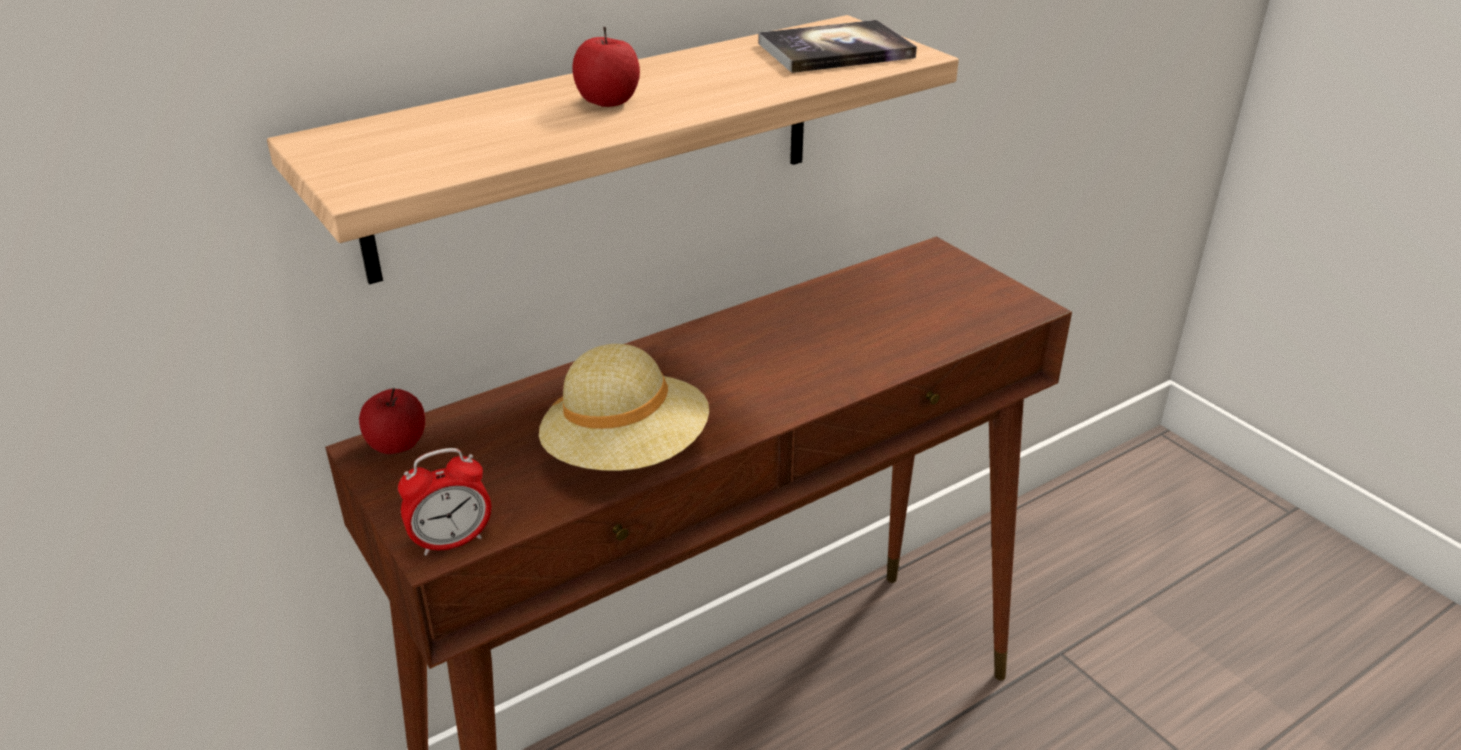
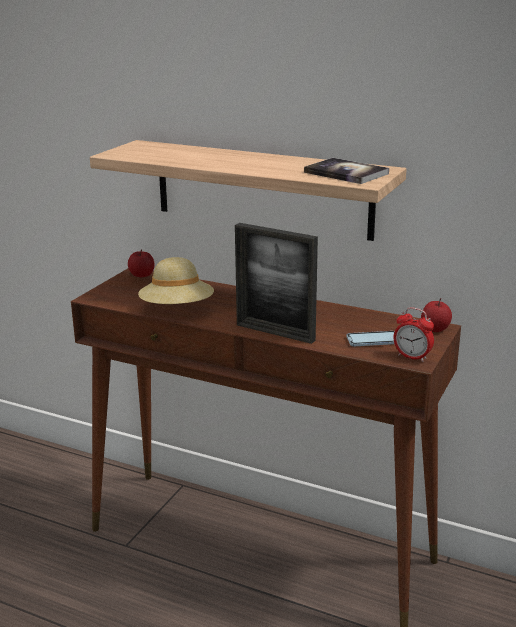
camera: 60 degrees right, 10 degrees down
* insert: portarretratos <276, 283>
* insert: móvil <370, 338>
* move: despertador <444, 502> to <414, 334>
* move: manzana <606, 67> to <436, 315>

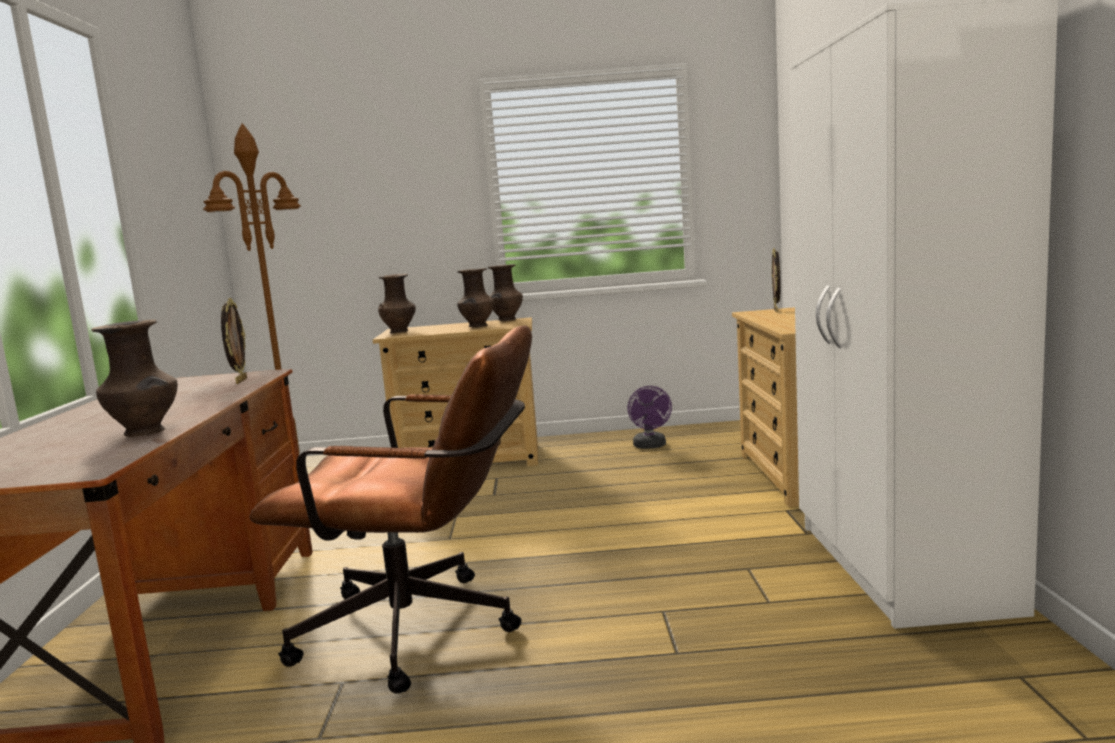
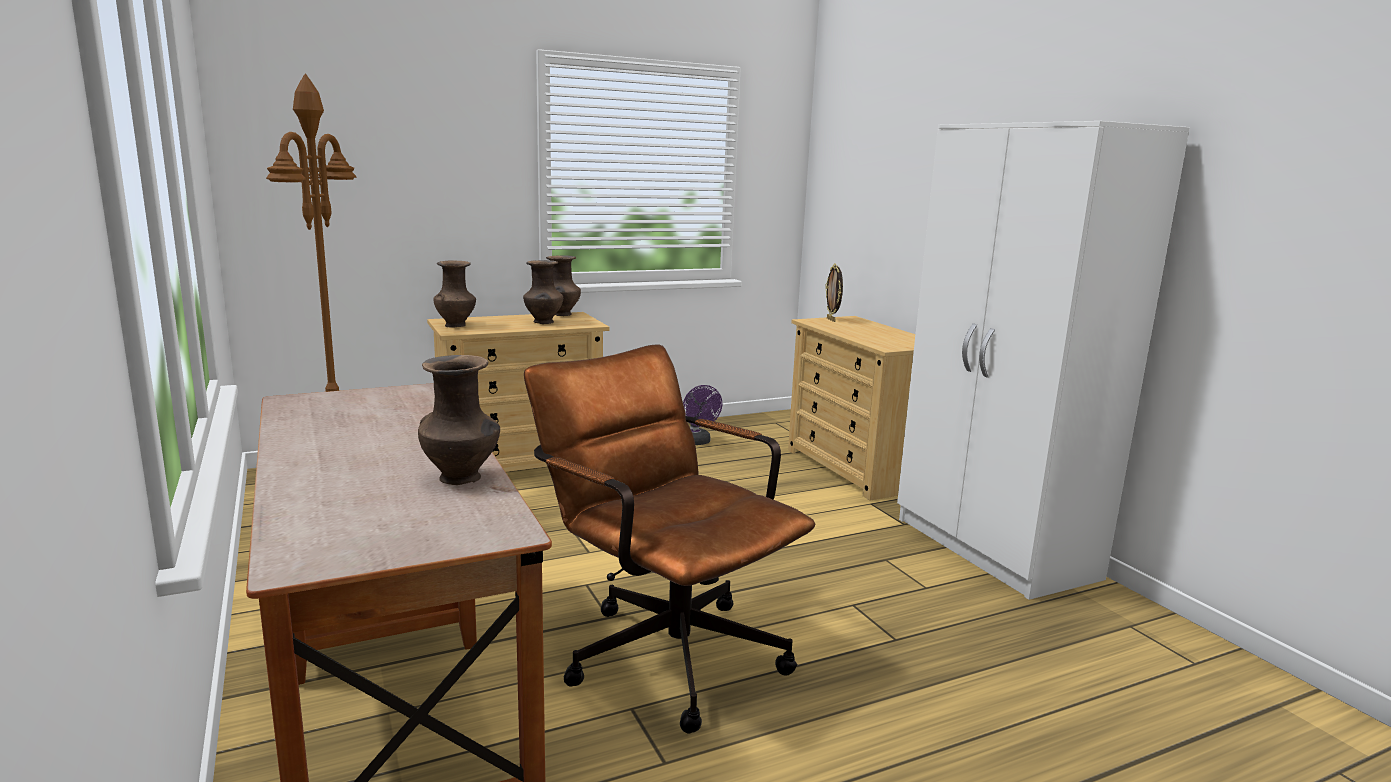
camera: 25 degrees left, 5 degrees up
* rotate: silla de oficina [marrón] <390, 509> = <669, 539> 120 degrees counterclockwise
* delete: portarretratos <234, 341>

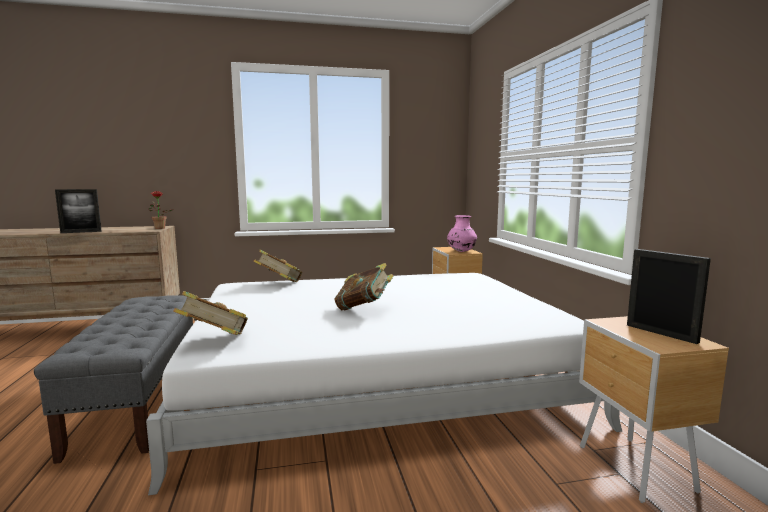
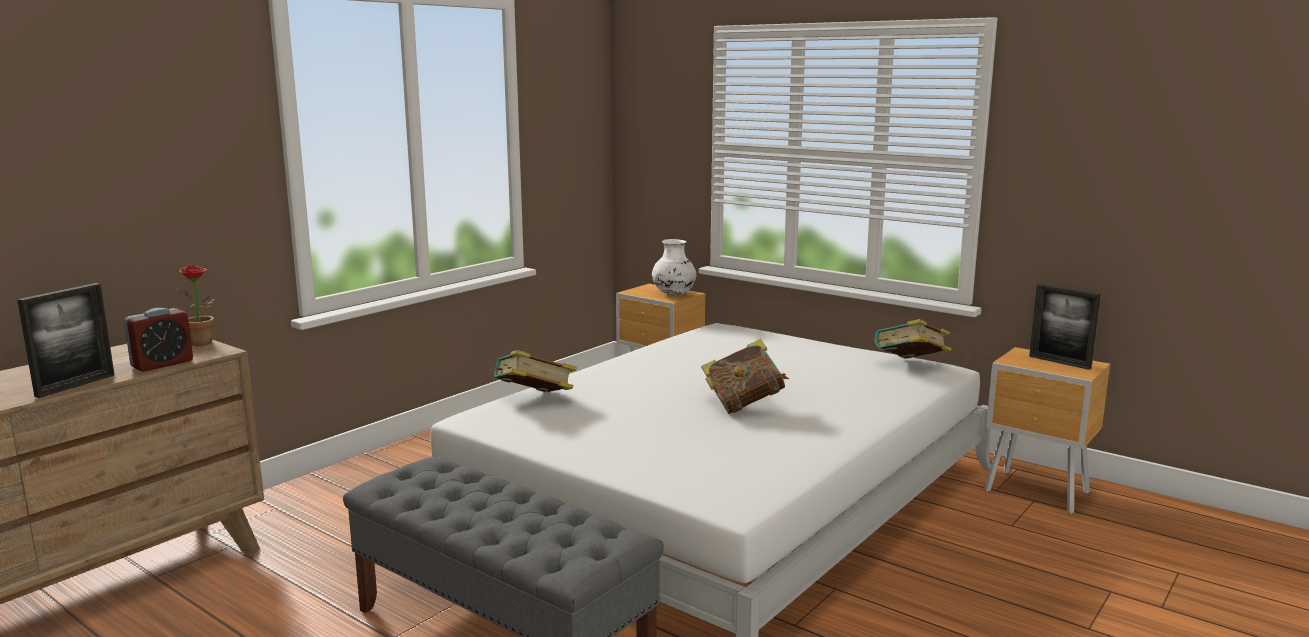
camera: 40 degrees left, 5 degrees up
* insert: despertador <158, 340>
* recolor: florero [rosa] <462, 233> to florero [blanco] <674, 267>
* move: libro <210, 313> to <912, 339>
* rotate: portarretratos <669, 296> = <1065, 327> 150 degrees counterclockwise

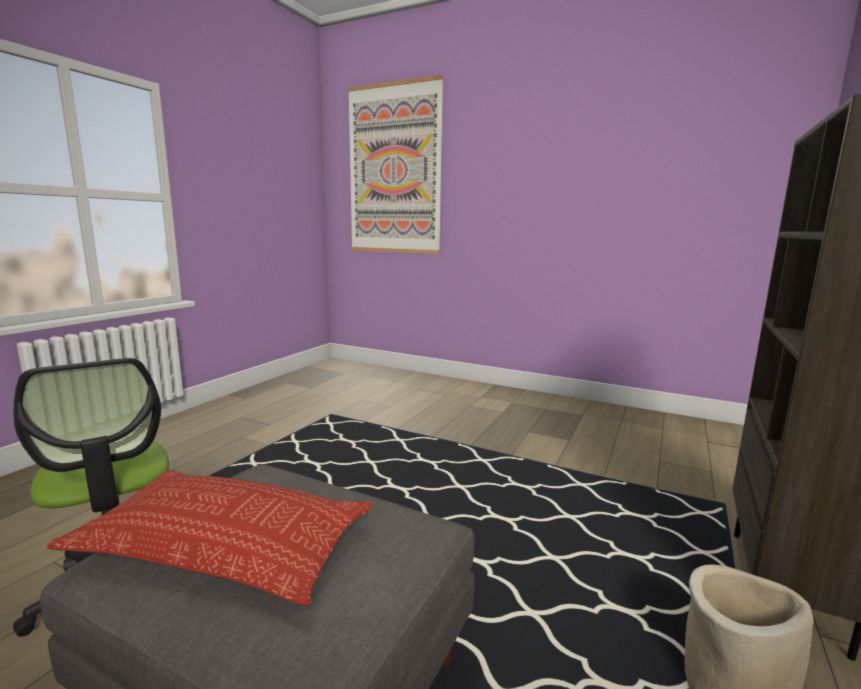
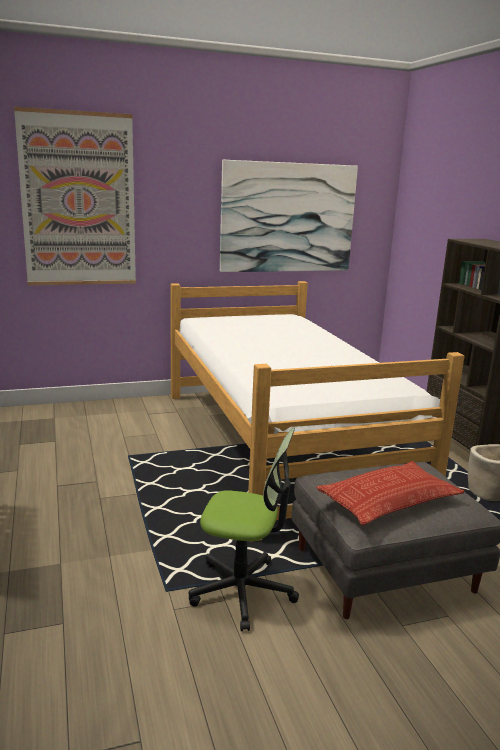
camera: 45 degrees left, 5 degrees up
* insert: cama <317, 411>
* insert: cuadro <289, 216>

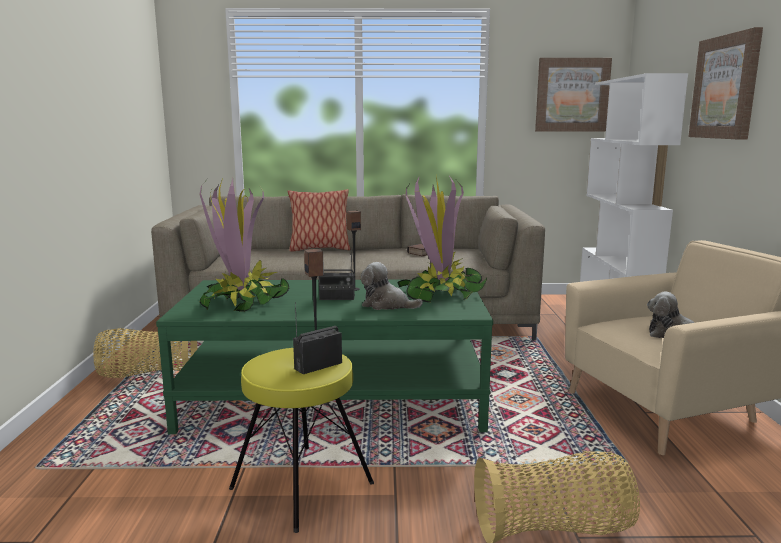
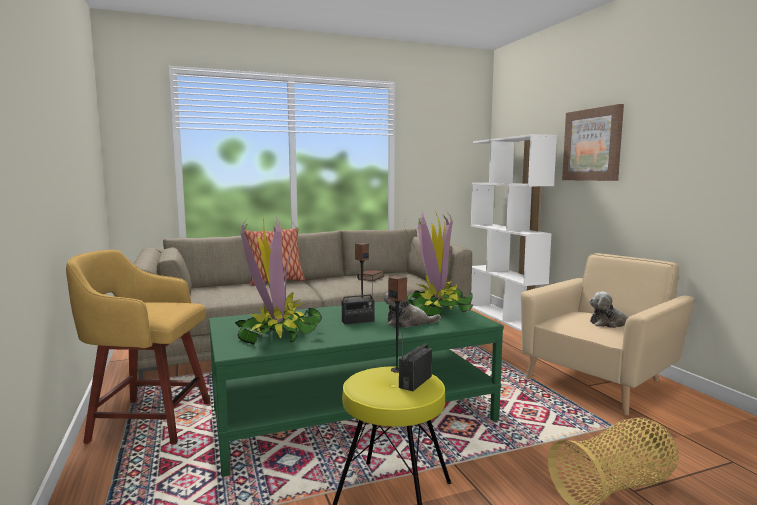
camera: 20 degrees left, 5 degrees down
* replace: cesta <145, 353> to taburete [amarillo] <138, 347>
* delete: cuadro <573, 94>

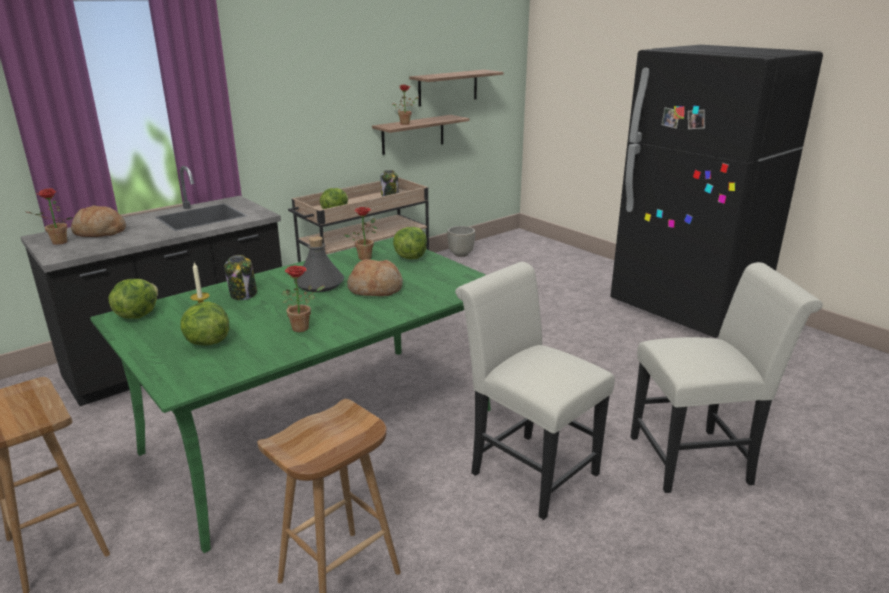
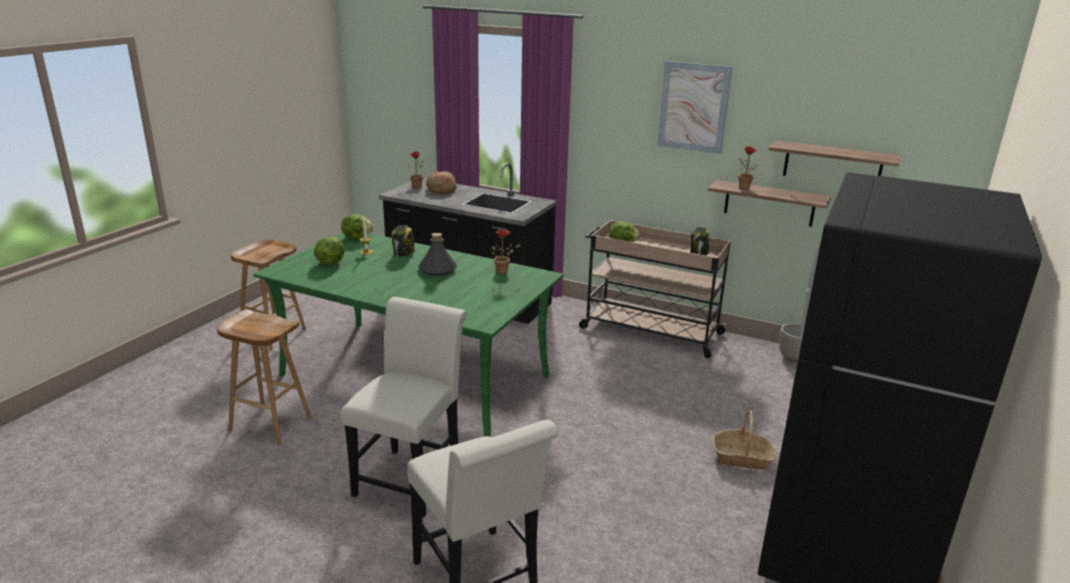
camera: 65 degrees right, 0 degrees up
* insert: cuadro <694, 107>
* insert: cesta <744, 440>
* delete: planta en maceta <304, 299>
* delete: pan <375, 277>
* delete: lechuga <410, 243>

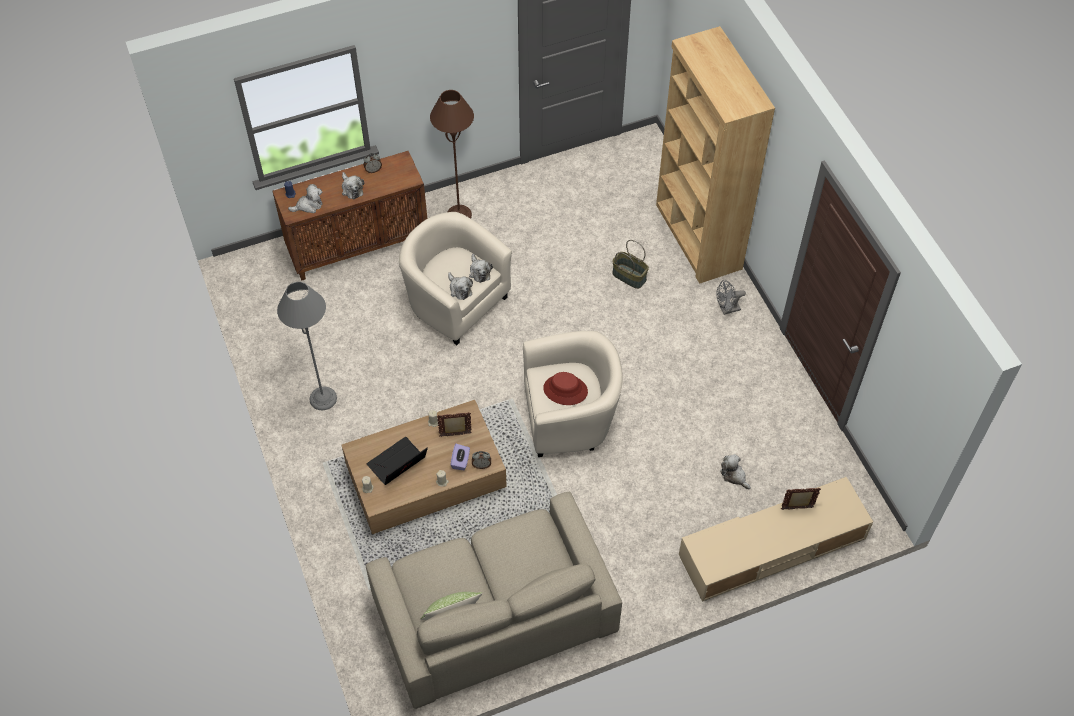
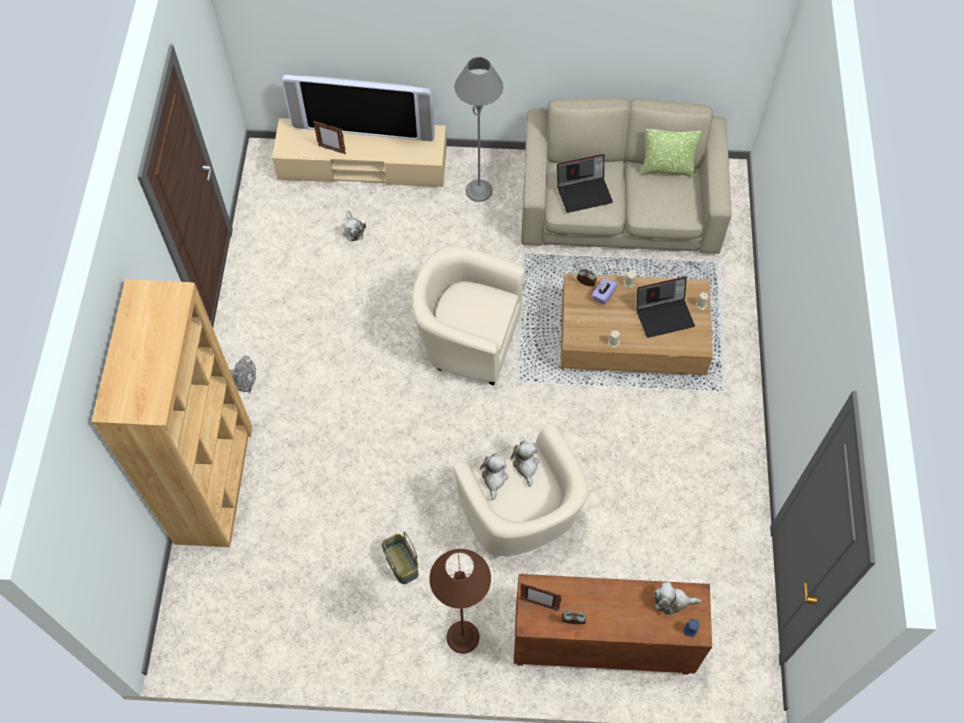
camera: 155 degrees left, 5 degrees up
* insert: televisor <358, 108>
* move: cesta <630, 264> to <400, 558>
* move: lámpara de pie [gris] <307, 346> to <478, 129>
* move: portarretratos <454, 424> to <541, 597>
* insert: portátil <585, 183>
* delete: peluche <353, 185>
* delete: sombrero [rojo] <565, 388>

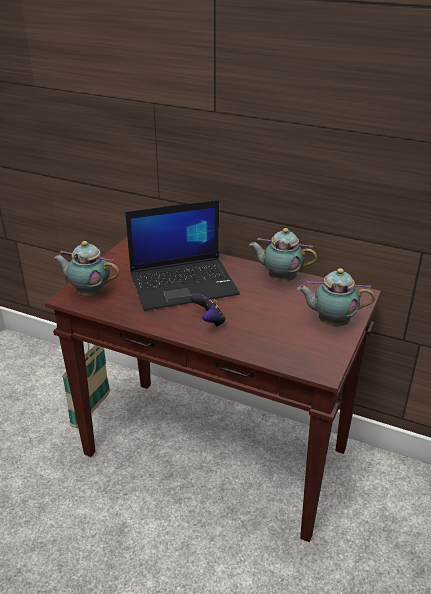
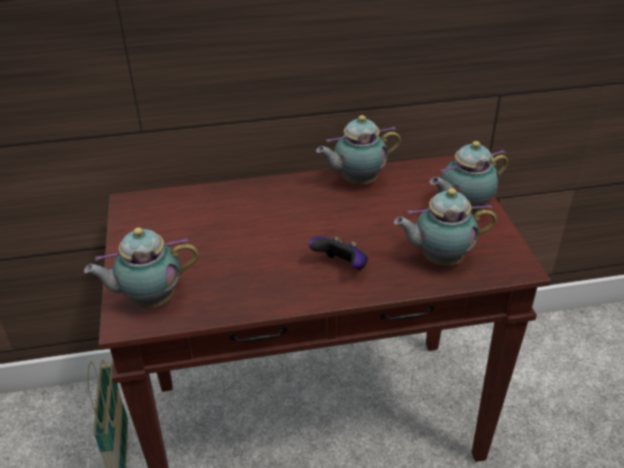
camera: 35 degrees left, 5 degrees up
* insert: tetera <445, 227>
* delete: portátil <182, 255>

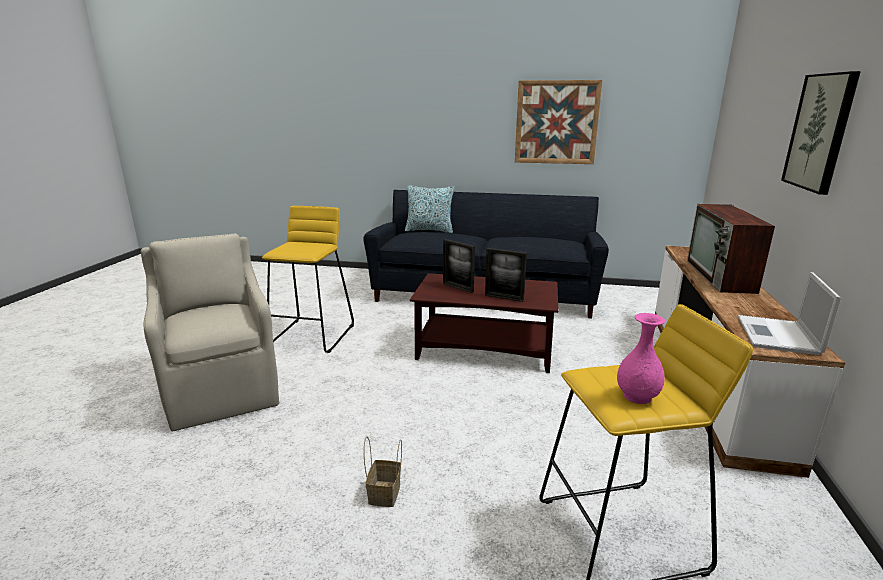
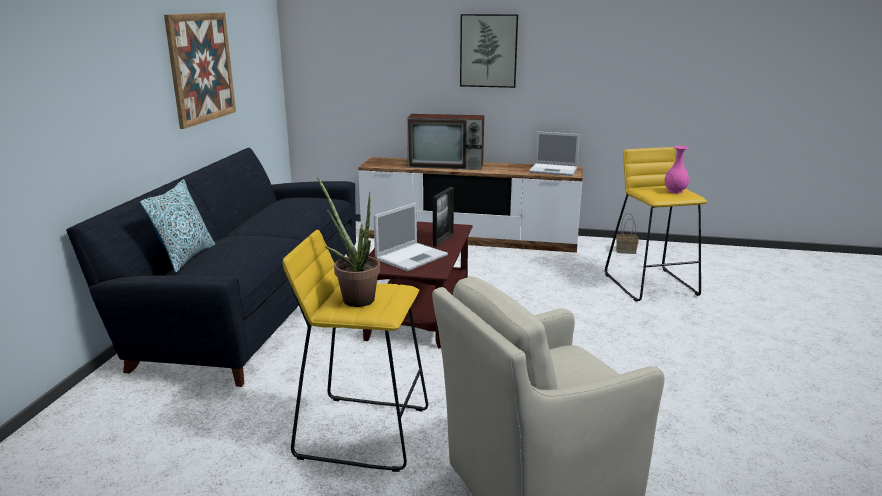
camera: 90 degrees left, 0 degrees up
* insert: planta en maceta <348, 242>
* replace: portarretratos <459, 266> to portátil <410, 237>
* move: cesta <383, 471> to <627, 233>

